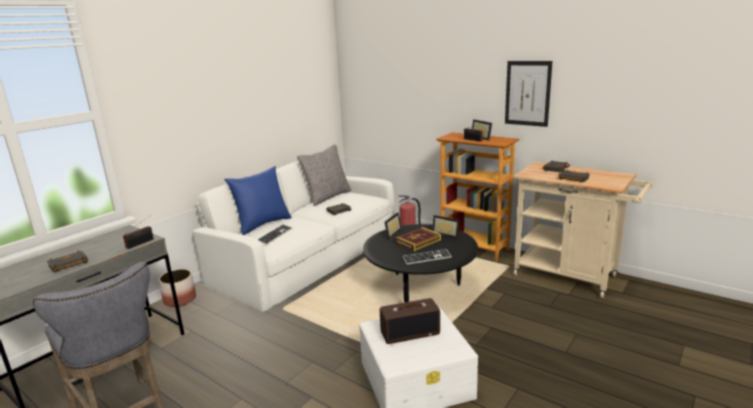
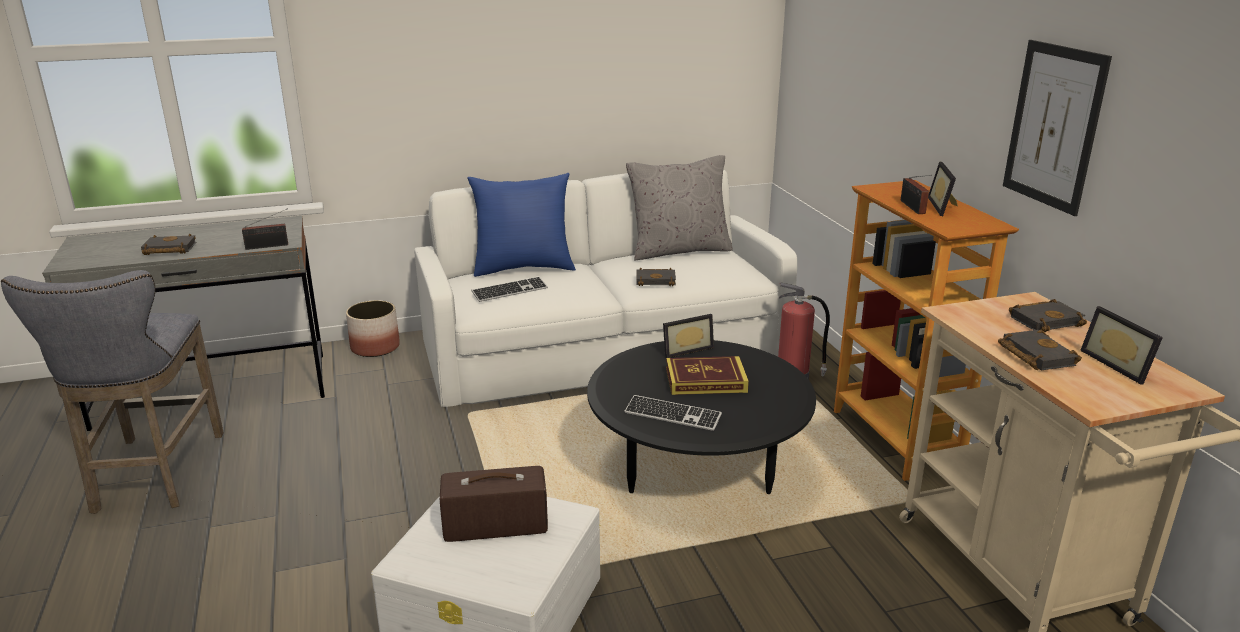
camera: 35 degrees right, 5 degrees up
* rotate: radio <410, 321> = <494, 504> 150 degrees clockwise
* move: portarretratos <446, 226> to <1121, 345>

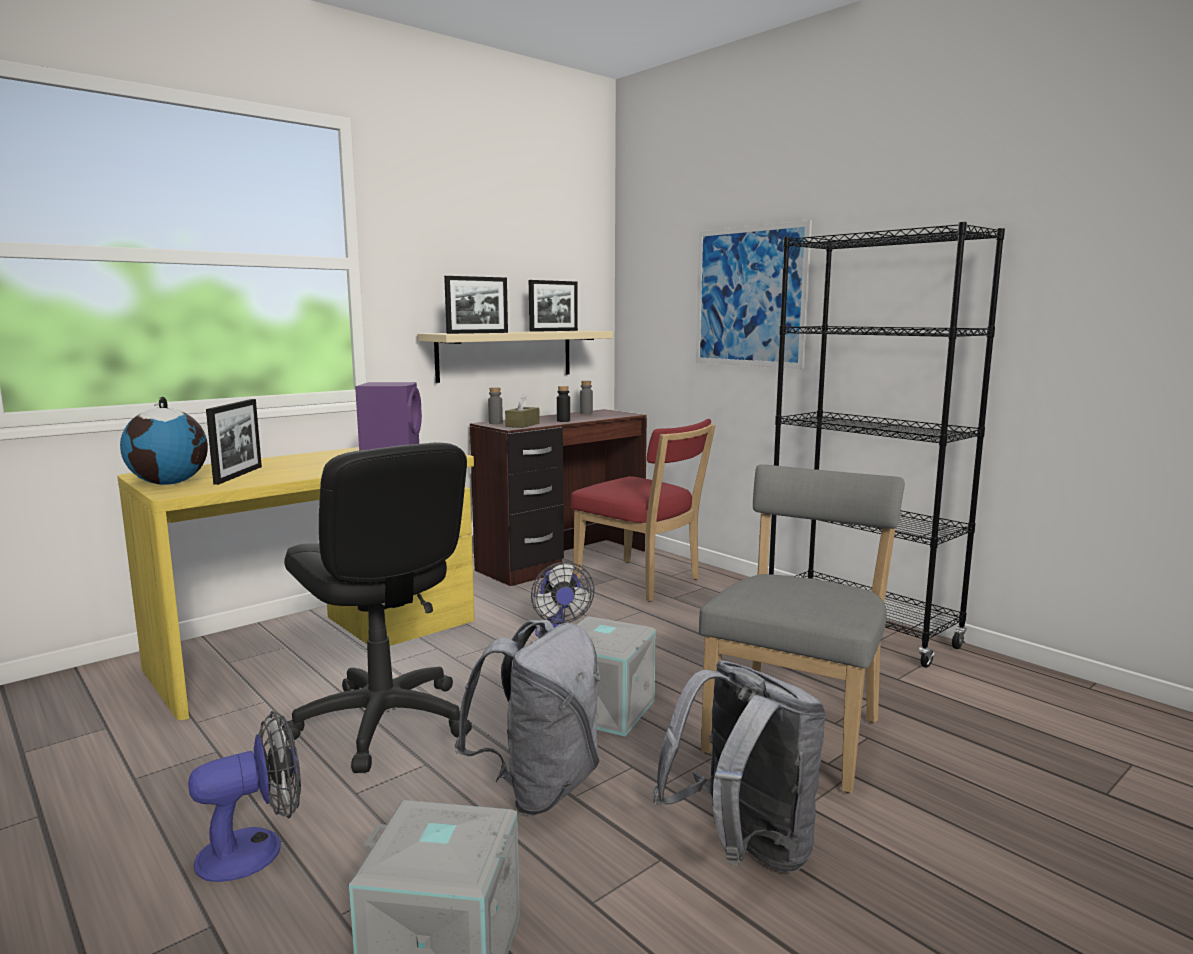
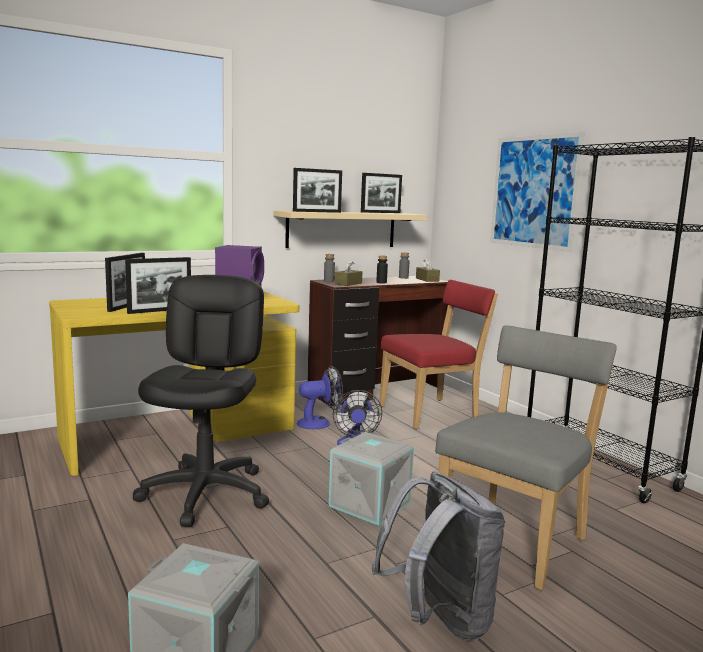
camera: 10 degrees right, 0 degrees up
* insert: portarretratos <158, 285>
* rotate: silla de oficina [negro] <377, 607> = <201, 401> 150 degrees counterclockwise
* move: ventilador <244, 796> to <320, 397>
* rotate: silla [rojo] <643, 510> = <438, 355> 75 degrees counterclockwise
* insert: caja de pañuelos [marrón] <428, 270>
* delete: globo terráqueo <164, 441>
* delete: mochila [gris] <527, 717>

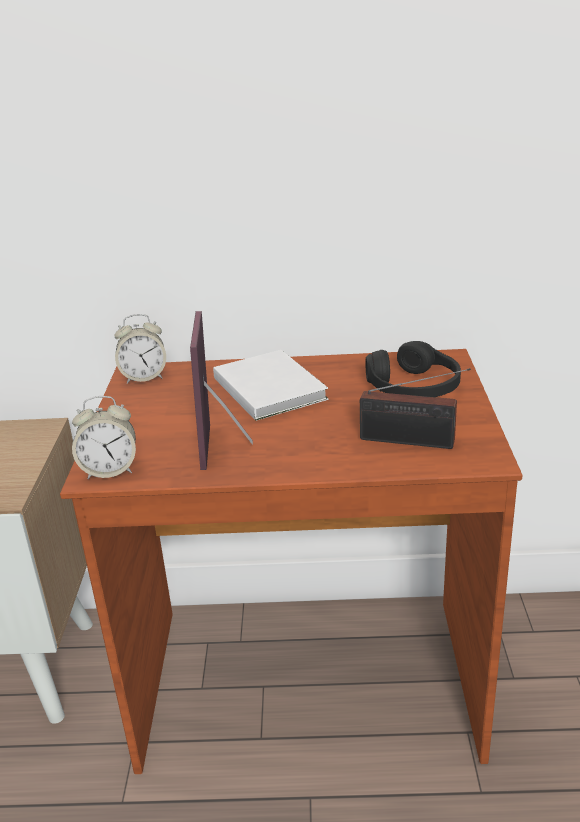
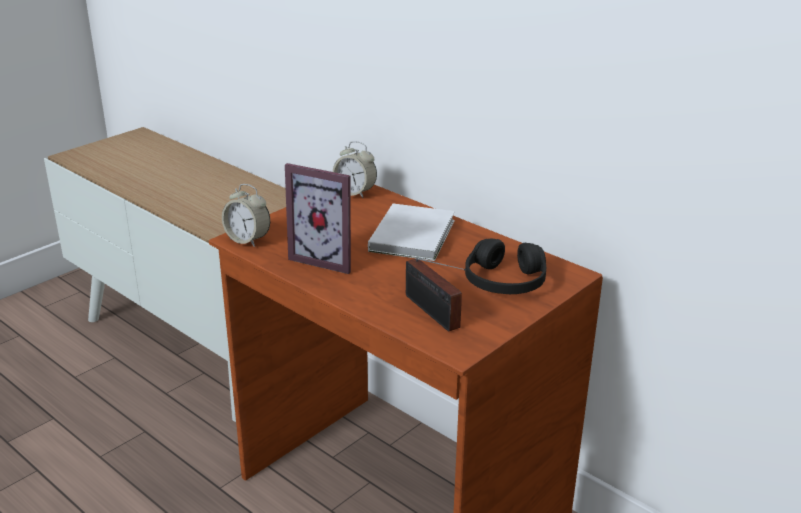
camera: 40 degrees right, 0 degrees up
* rotate: portarretratos <221, 390> = <318, 218> 105 degrees counterclockwise

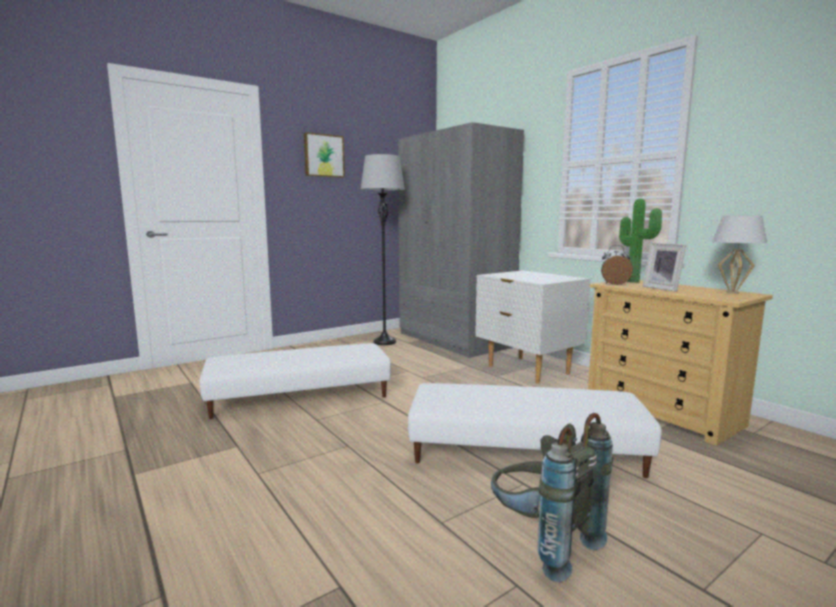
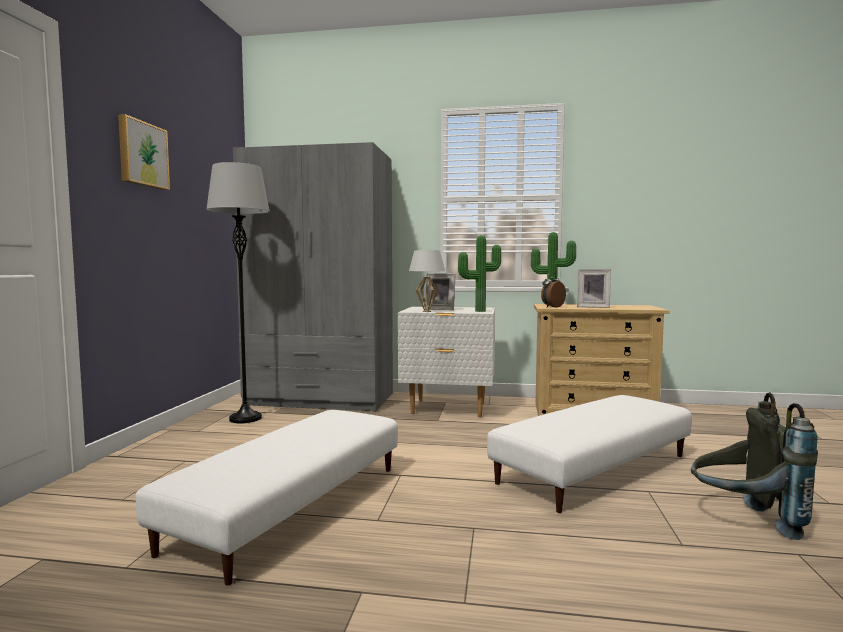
camera: 45 degrees left, 5 degrees down
* move: lámpara de mesa [blanco] <739, 255> to <427, 281>
* insert: portarretratos <440, 291>
* insert: planta en maceta <479, 273>

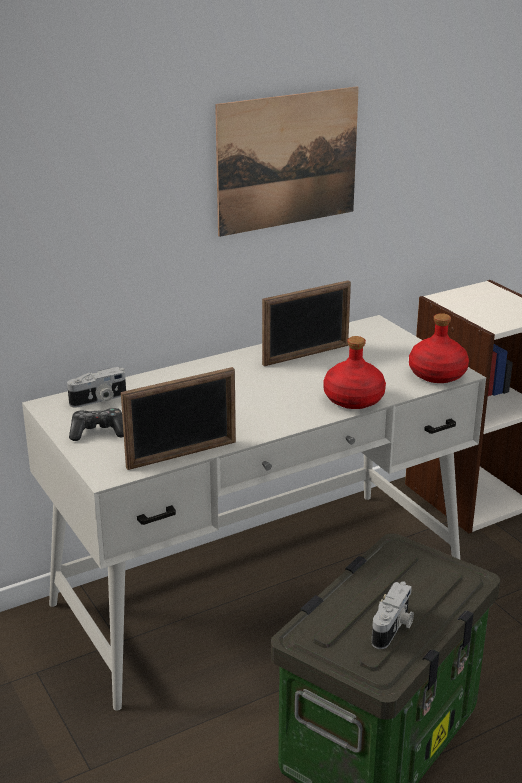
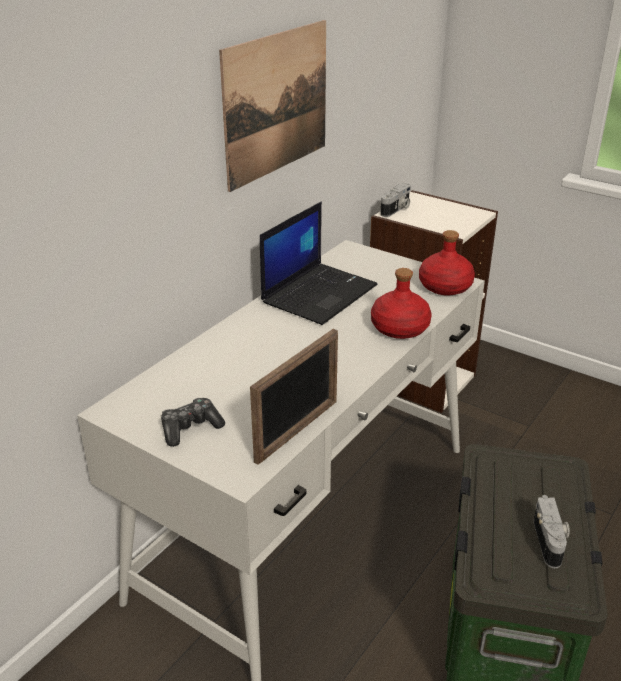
camera: 25 degrees left, 5 degrees up
* replace: portarretratos <306, 323> to portátil <319, 263>
* move: cámara <96, 387> to <395, 200>

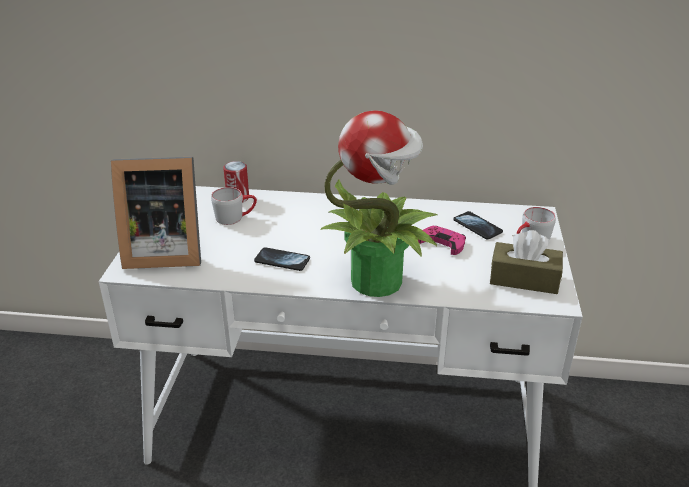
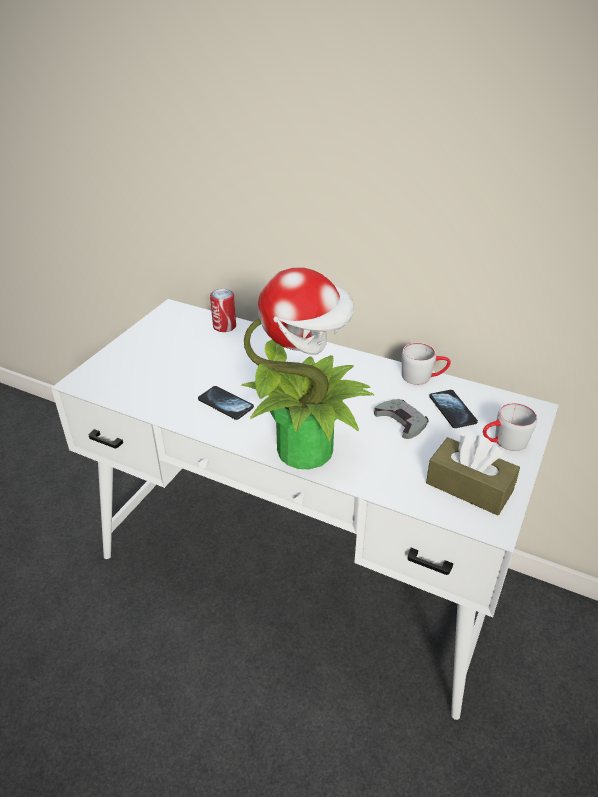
camera: 20 degrees right, 5 degrees up
* recolor: mando de consola [rosa] <442, 240> to mando de consola [gris] <401, 419>
* move: taza grande [gris] <234, 206> to <426, 364>
* delete: portarretratos <156, 213>

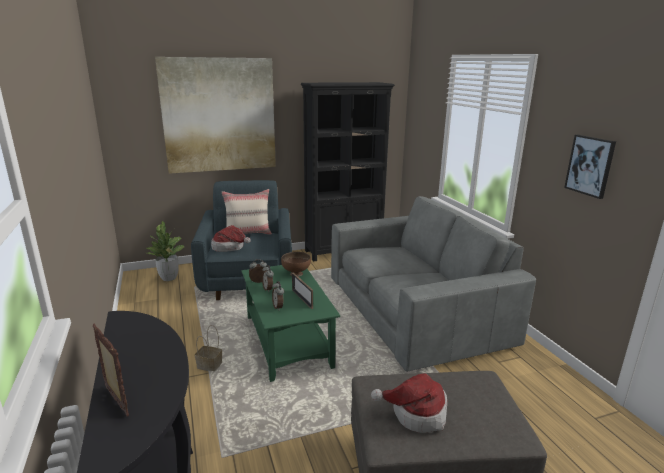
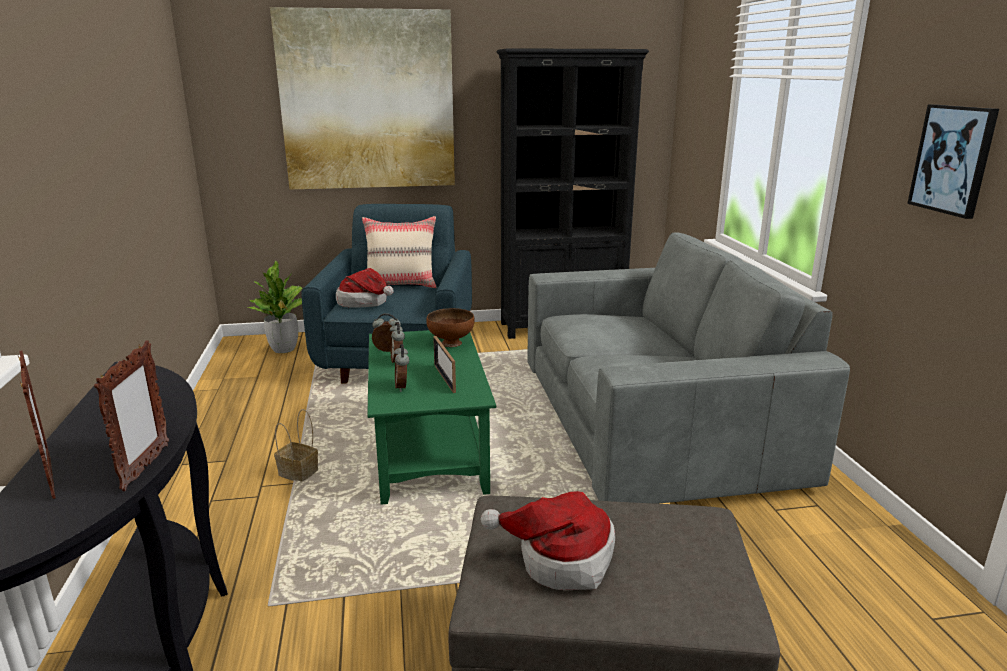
camera: 10 degrees right, 0 degrees up
* insert: portarretratos <131, 415>

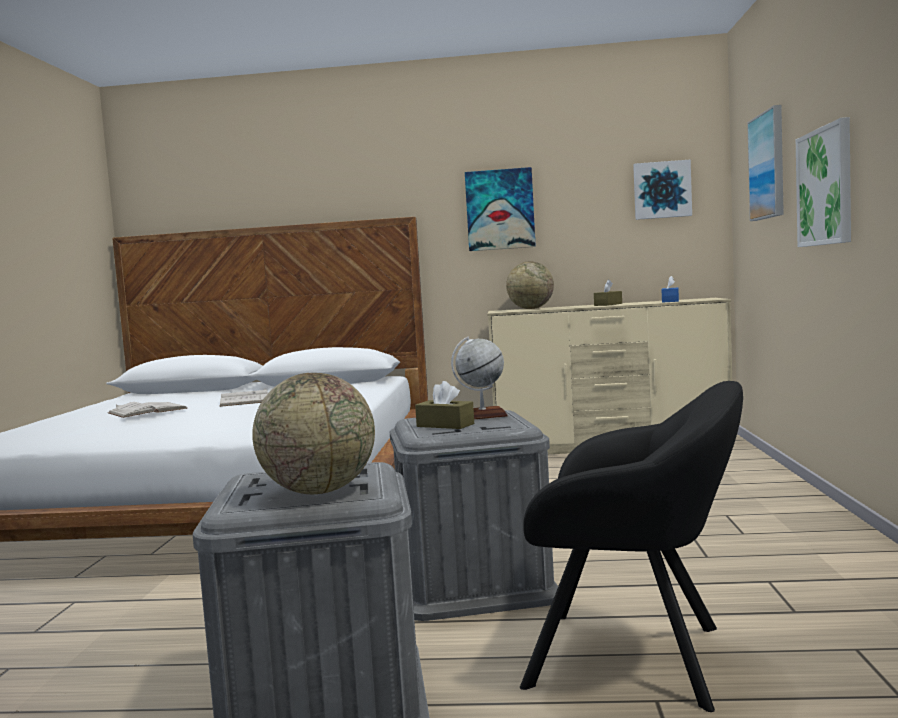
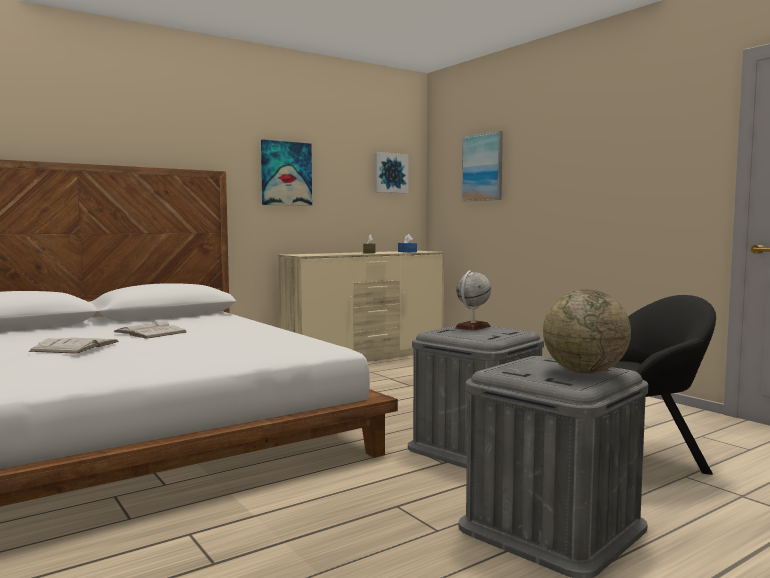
camera: 40 degrees left, 0 degrees up
* delete: caja de pañuelos [marrón] <444, 405>
* delete: globo terráqueo <530, 285>
* delete: cuadro <823, 182>

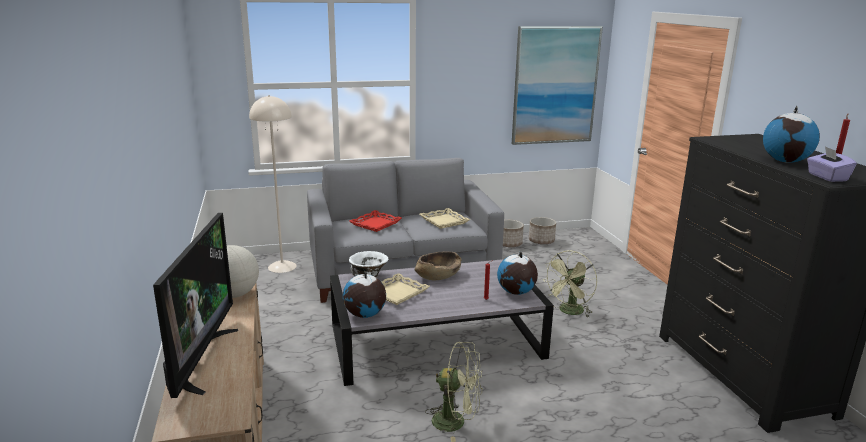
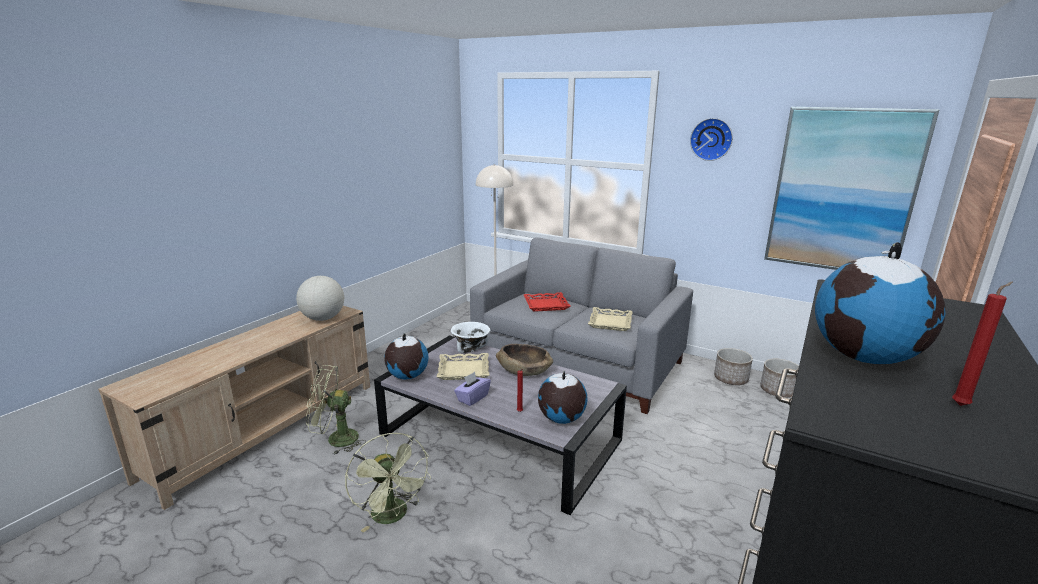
camera: 45 degrees right, 0 degrees up
* move: ventilador [verde] <569, 284> to <336, 410>
* move: caja de pañuelos [morado] <832, 164> to <472, 389>
* insert: reloj de pared <711, 139>
* delete: televisor <195, 305>

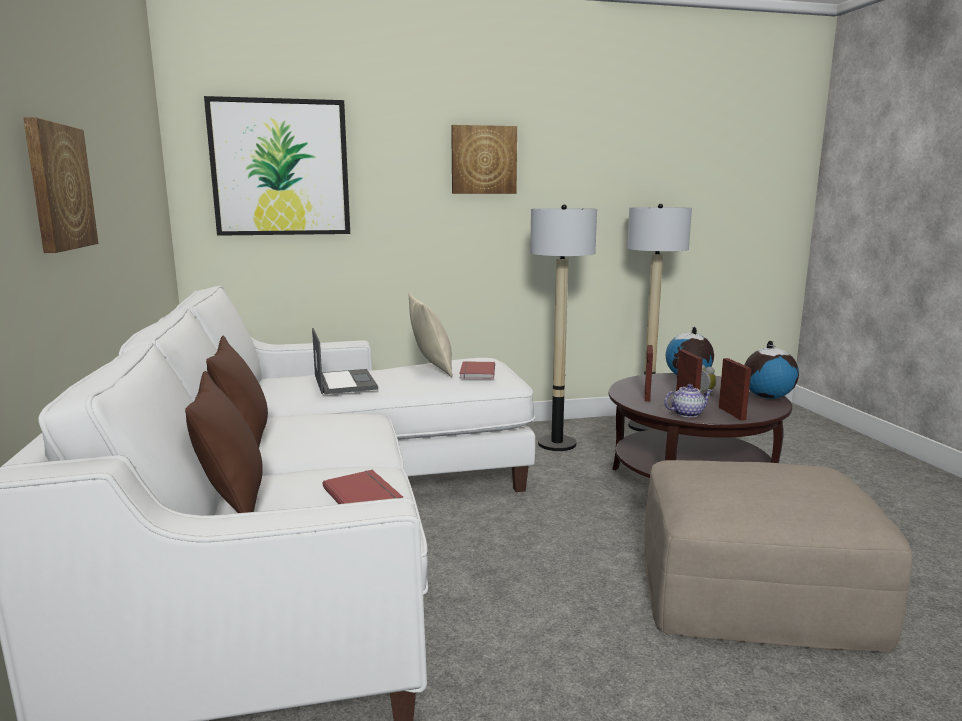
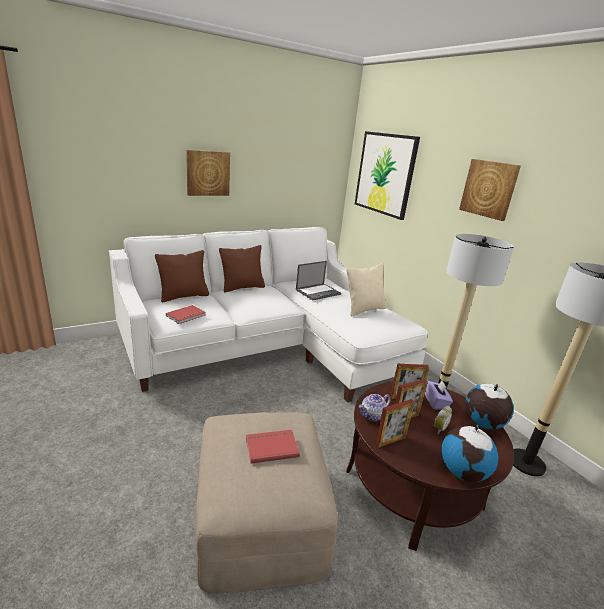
camera: 70 degrees right, 10 degrees up
* move: libro [rojo] <477, 370> to <273, 447>
* rotate: tetera <688, 400> = <375, 407> 90 degrees clockwise
* insert: caja de pañuelos [morado] <439, 394>

